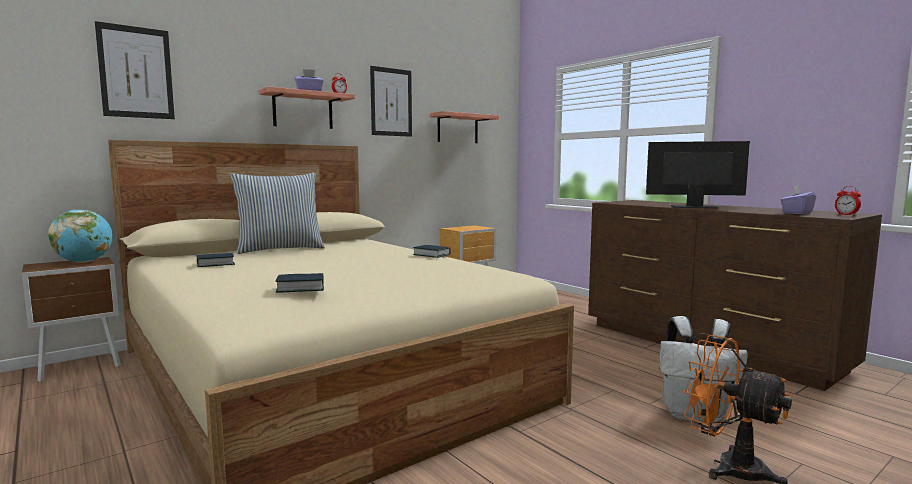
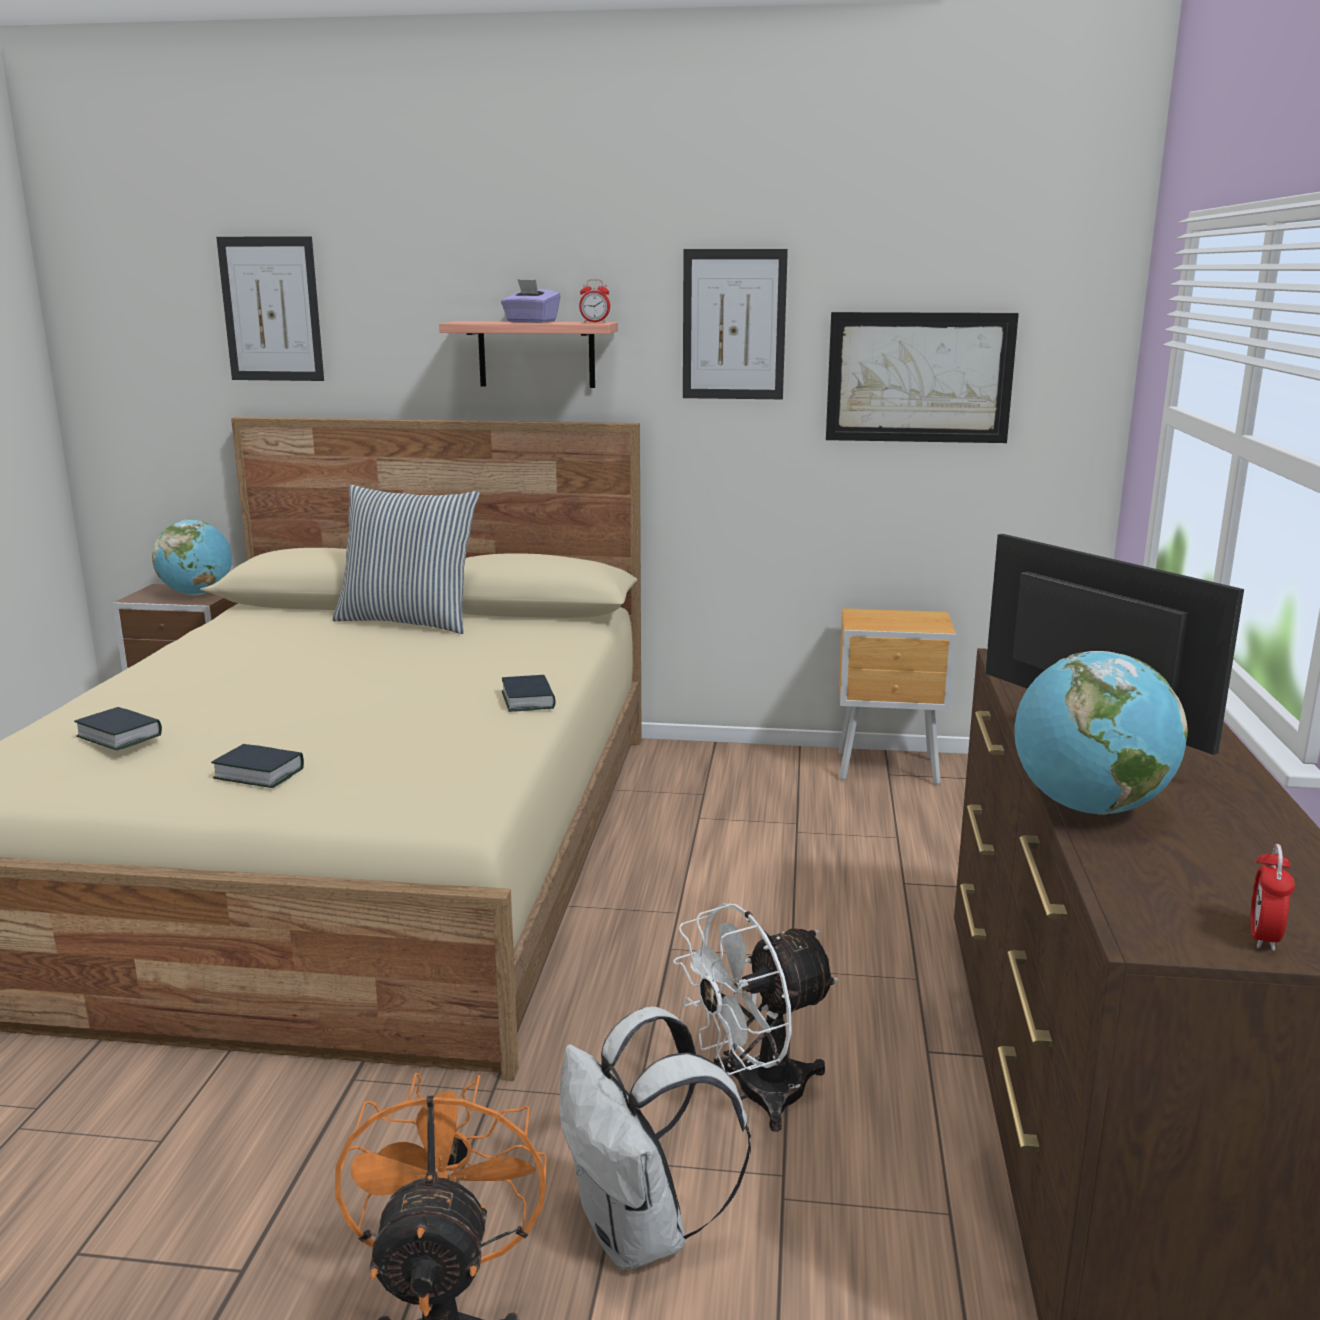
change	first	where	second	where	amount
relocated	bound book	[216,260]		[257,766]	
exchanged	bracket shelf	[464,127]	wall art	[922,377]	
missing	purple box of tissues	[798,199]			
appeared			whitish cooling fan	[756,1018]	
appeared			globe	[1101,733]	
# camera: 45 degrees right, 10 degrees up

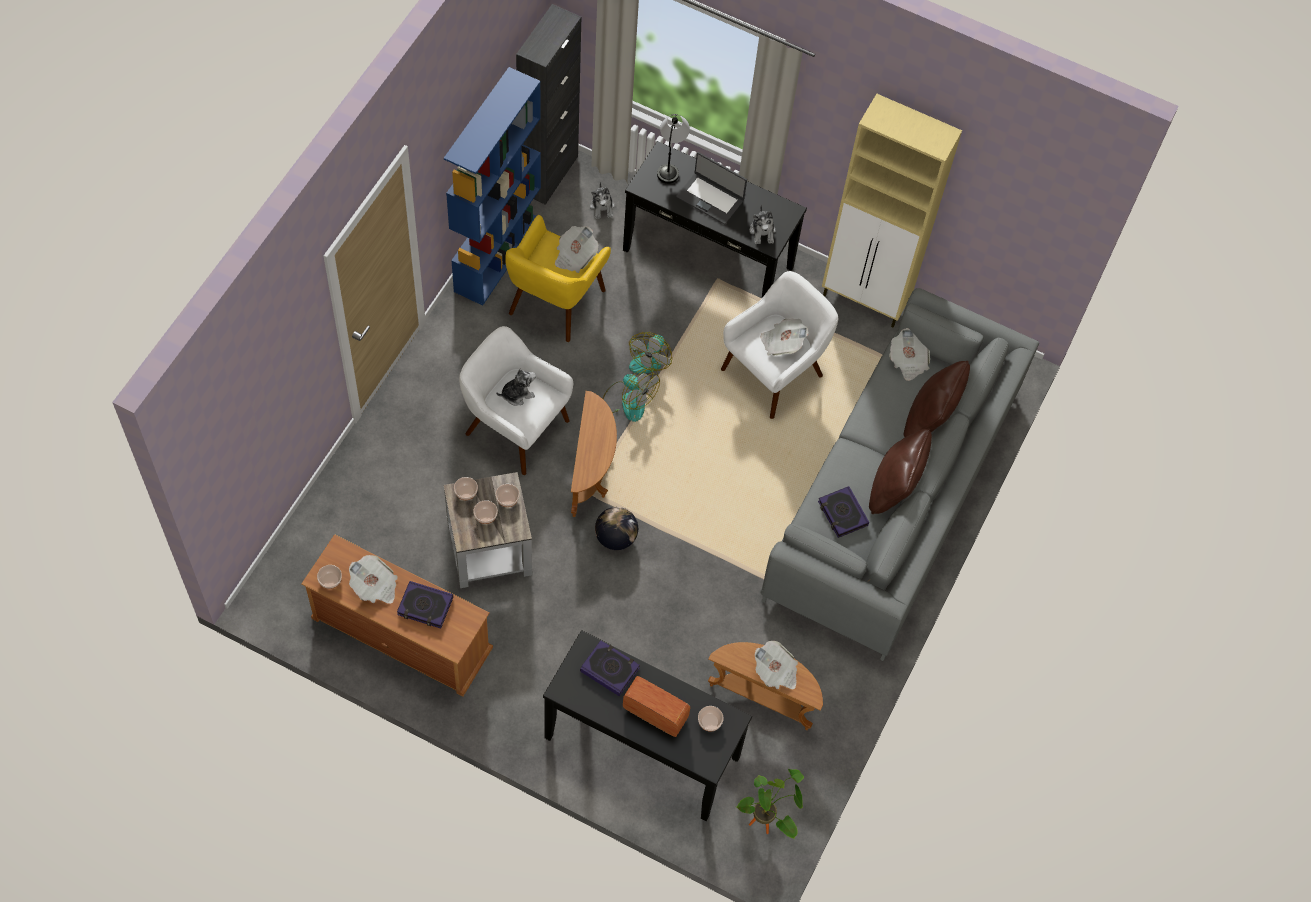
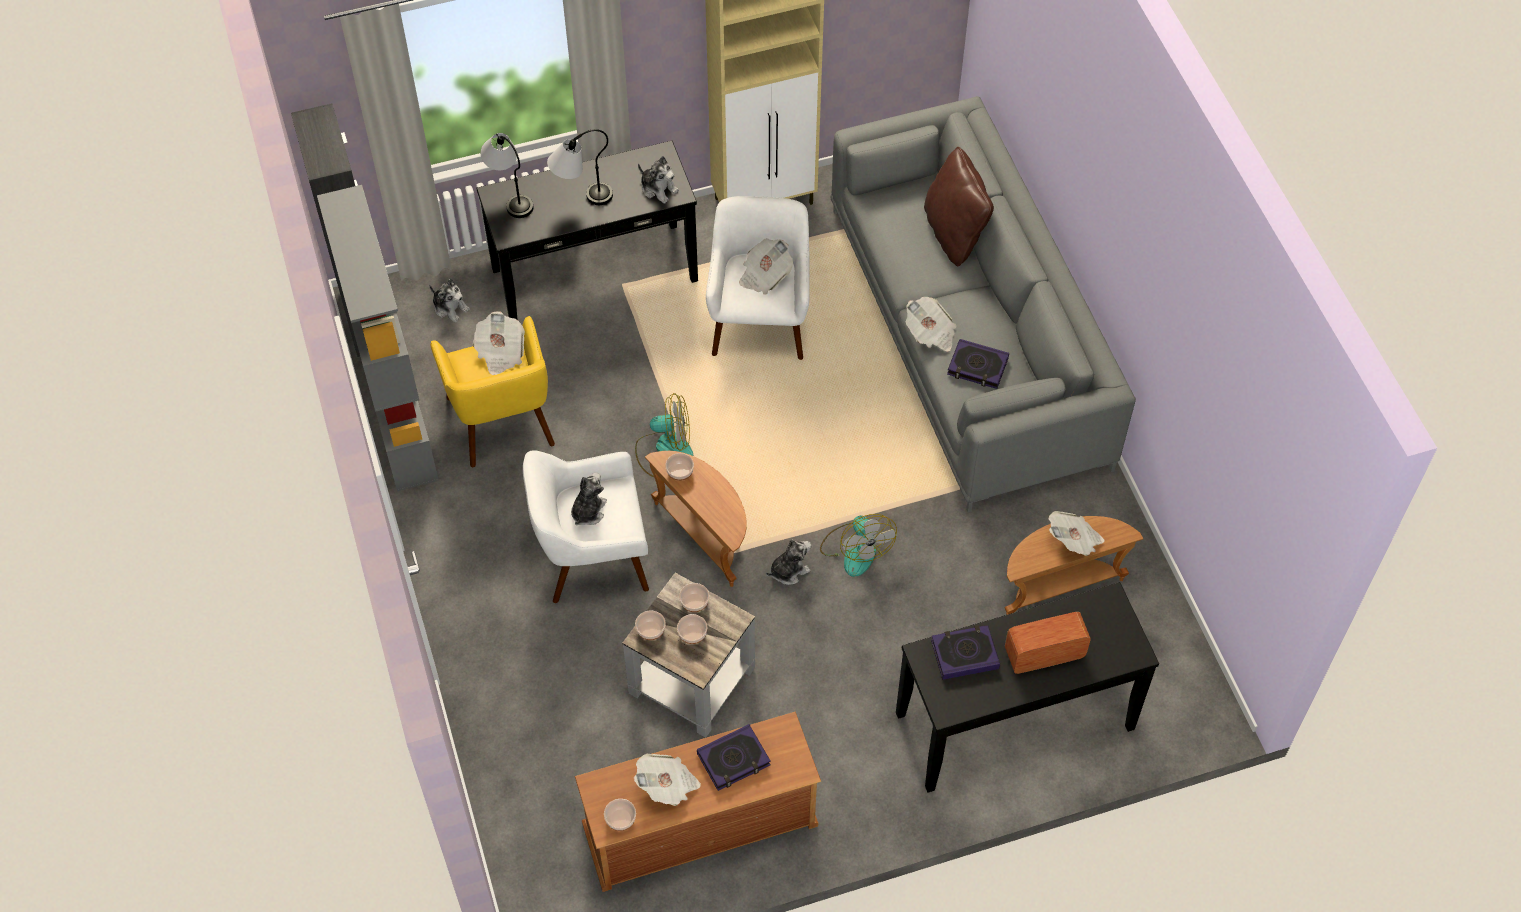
change	first	where	second	where	amount
colour	blue bookcase	[492,186]	grey bookcase	[378,338]	
exchanged	globe	[616,528]	soft toy	[788,562]	
relocated	cooling fan	[650,353]		[858,545]	
exchanged	notebook computer	[711,188]	table lamp	[580,167]	
relocated	serving bowl	[711,719]		[679,467]	
missing	plant in a pot	[770,804]			
missing	brown throw pillow	[900,471]			
relocated	daily paper	[909,354]		[931,324]	
# camera: 40 degrees left, 5 degrees down

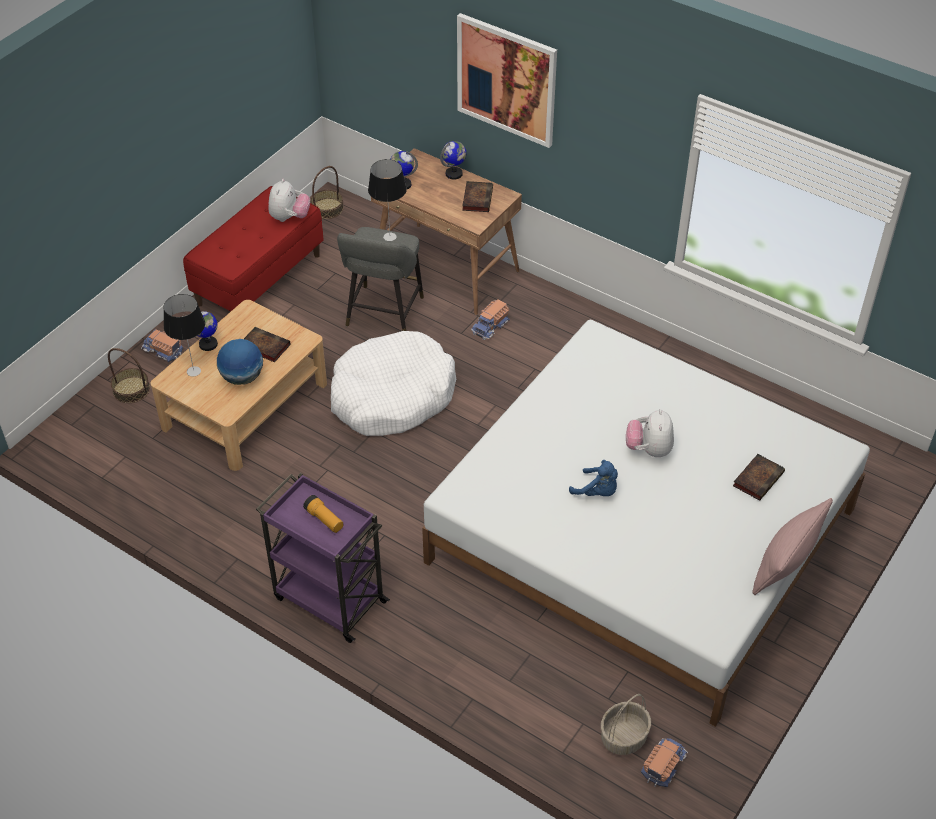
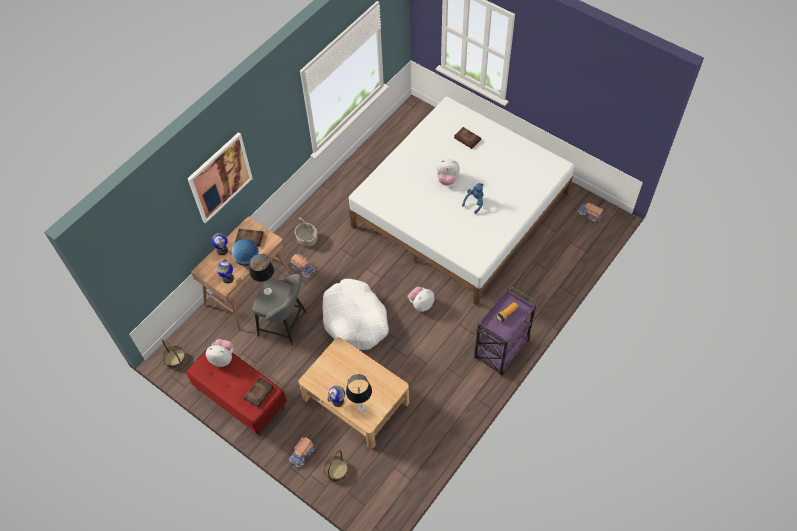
change	first	where	second	where	amount
relocated	globe	[240,362]		[245,252]	
relocated	bound book	[267,344]		[259,392]	
relocated	storage basket	[626,724]		[306,232]	
missing	pinkish throw pillow	[792,546]			
appeared			soft toy	[421,299]	
# camera: 85 degrees left, 10 degrees up

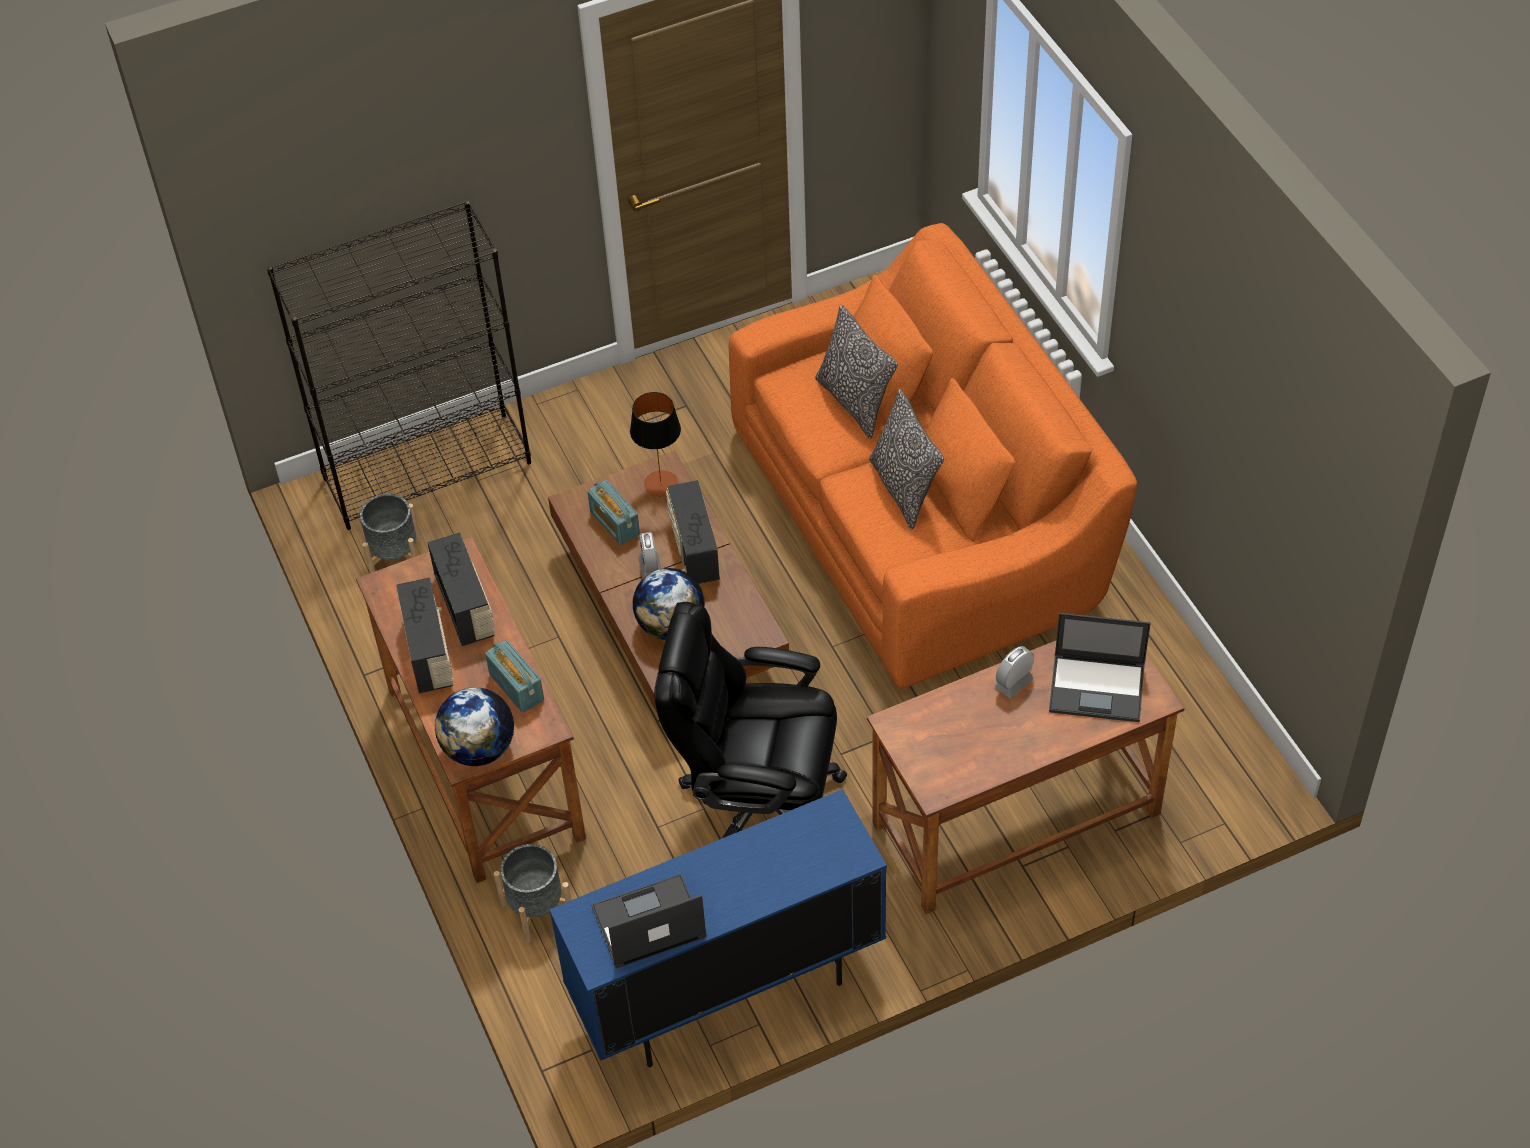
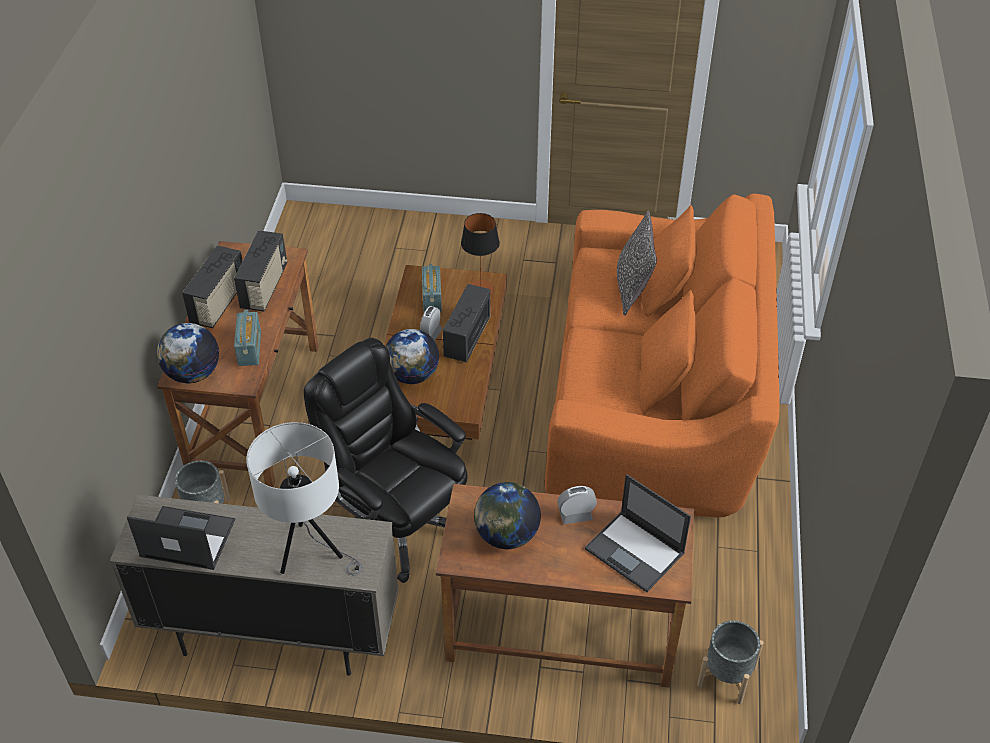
change	first	where	second	where	amount
missing	blackish bookcase	[399,365]			
relocated	grey plant pot	[390,533]		[730,662]	
colour	blue cabinet	[718,928]	sand-coloured cabinet	[254,585]	
missing	throw pillow	[906,459]			
appeared			whitish table lamp	[304,498]	
appeared			globe	[507,515]	
# camera: 30 degrees right, 5 degrees down

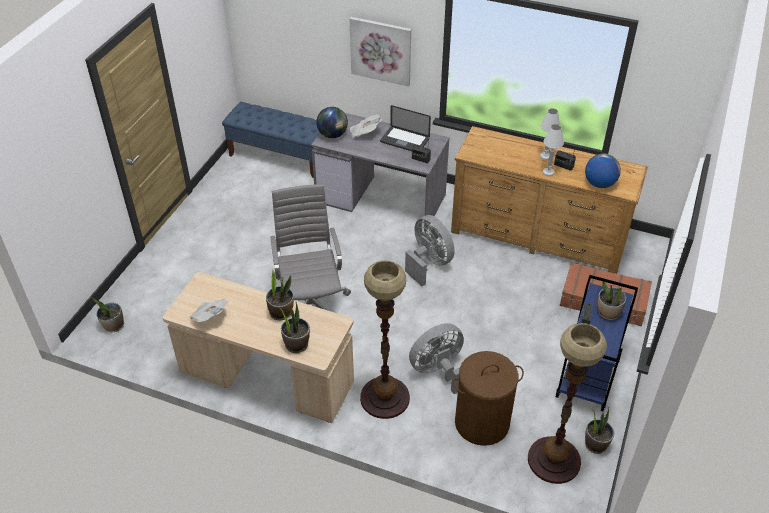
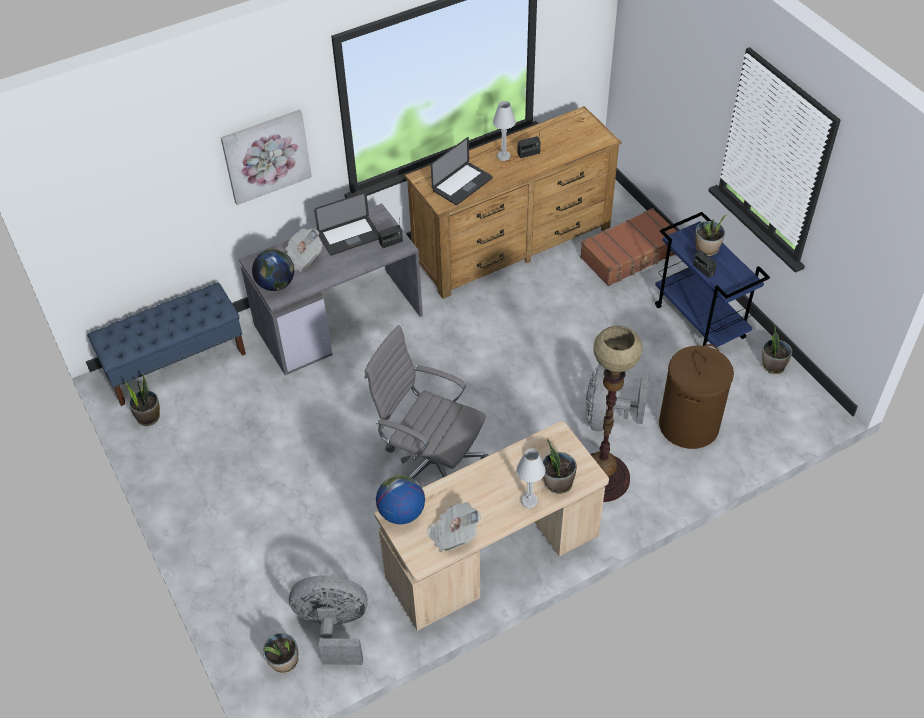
change	first	where	second	where	amount
relocated	plant in a pot	[280,294]		[142,400]	
relocated	grey cooling fan	[430,250]		[328,620]	
missing	standing lamp	[567,403]			
relocated	whitish table lamp	[553,150]		[530,478]	
relocated	globe	[603,170]		[400,499]	
appeared			notebook computer	[462,171]	
# camera: 50 degrees left, 5 degrees up

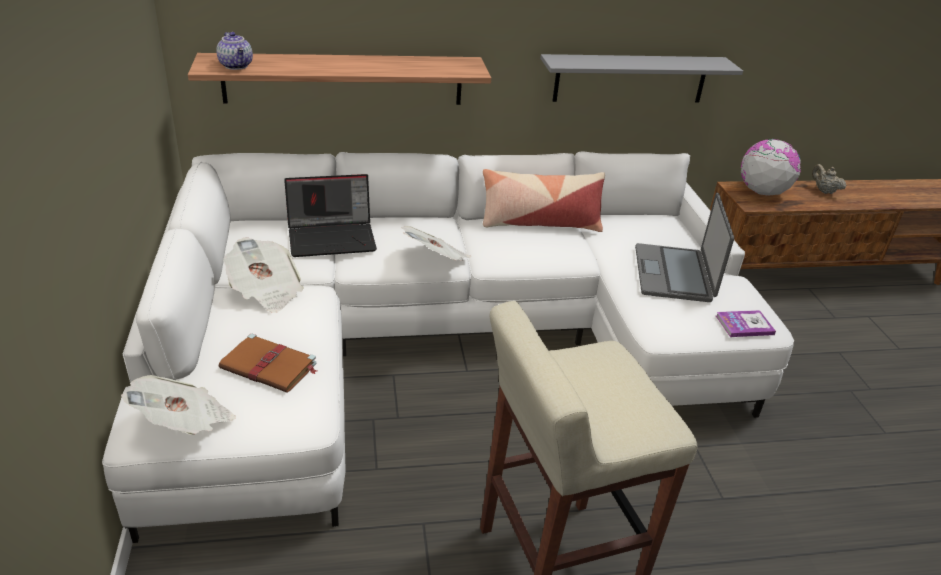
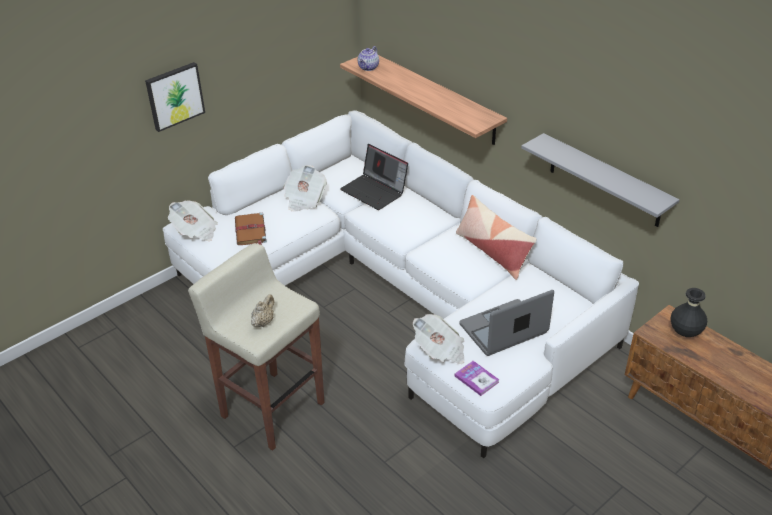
change	first	where	second	where	amount
relocated	daily paper	[436,243]		[439,339]	
exchanged	globe	[771,167]	blackish decorative vase	[688,312]	
relocated	sand-coloured pot for tea	[829,179]		[262,310]	
appeared			wall art	[175,97]	
# camera: 60 degrees right, 5 degrees up

